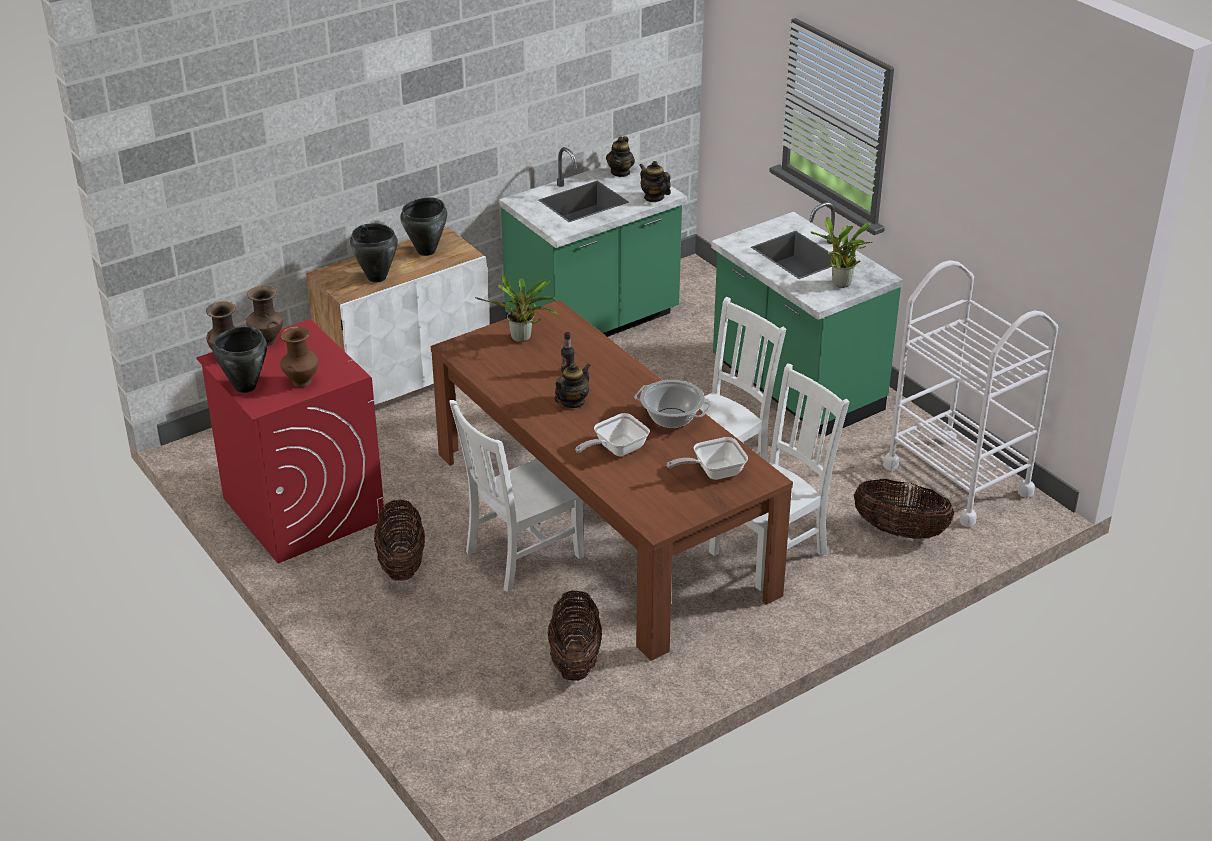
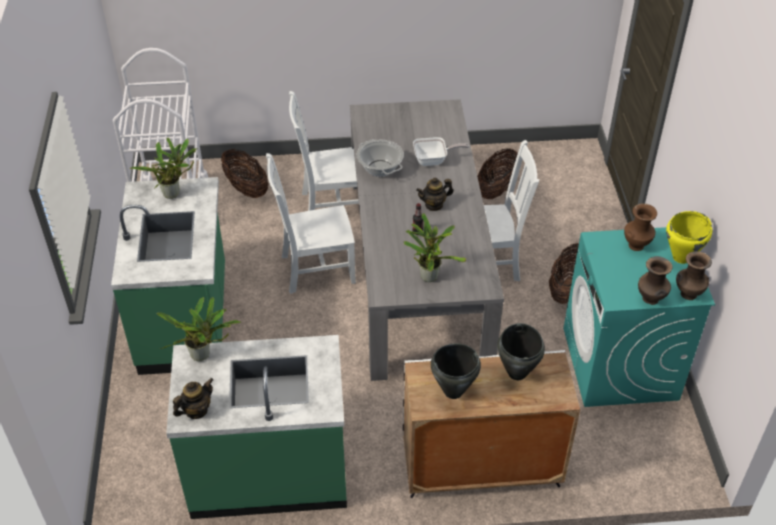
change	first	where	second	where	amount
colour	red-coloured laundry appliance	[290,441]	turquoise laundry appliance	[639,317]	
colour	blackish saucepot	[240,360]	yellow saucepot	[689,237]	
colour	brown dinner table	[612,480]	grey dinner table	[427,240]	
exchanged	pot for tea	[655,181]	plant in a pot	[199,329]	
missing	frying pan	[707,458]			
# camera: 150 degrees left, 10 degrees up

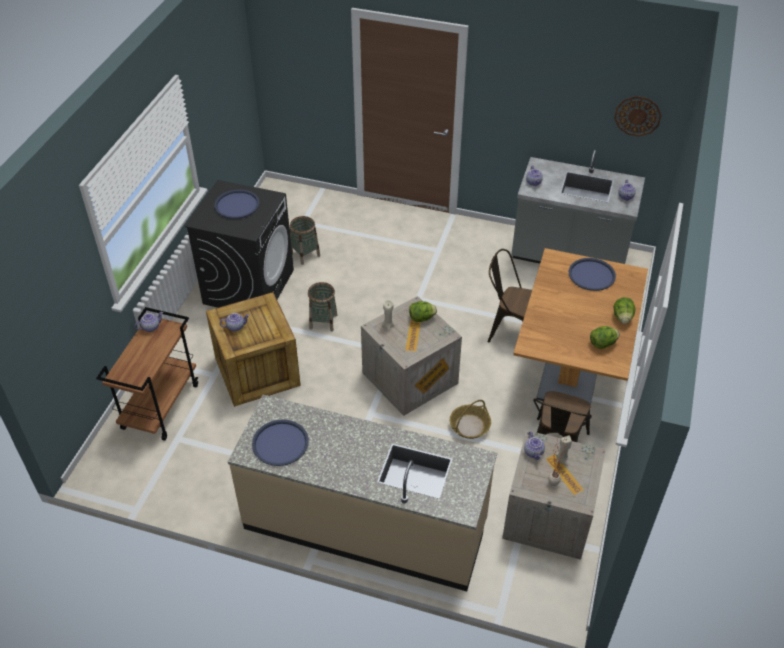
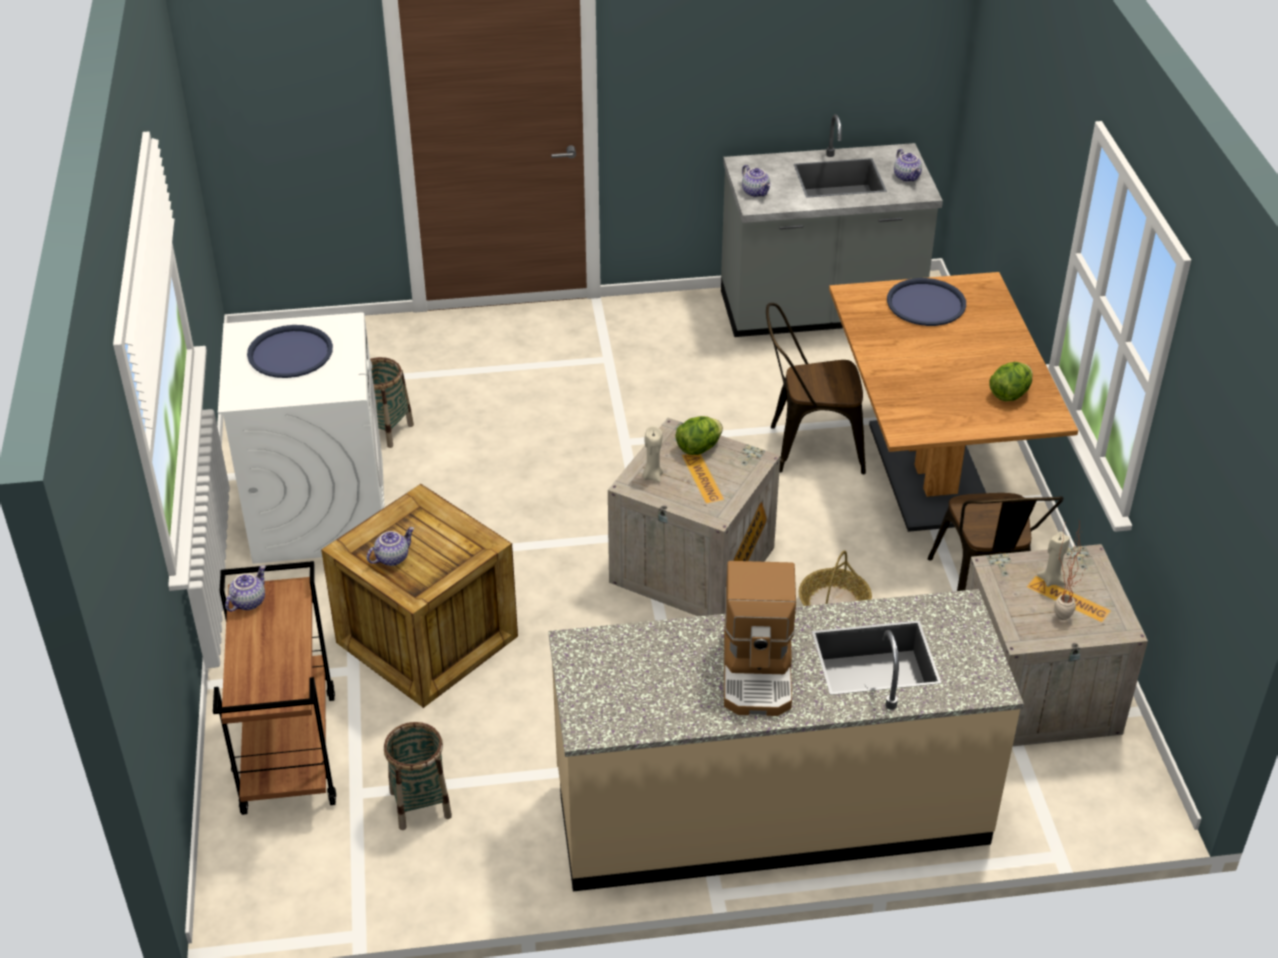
change	first	where	second	where	amount
colour	blackish laundry appliance	[239,244]	whitish laundry appliance	[301,438]	
missing	blue carrying tray	[280,442]			
relocated	storage basket	[322,307]		[418,776]	
missing	pot for tea	[534,445]			
missing	hanging clock	[638,116]			
missing	lettuce head	[624,310]			
appeared			coffee brewer	[760,638]	
# camera: 25 degrees left, 5 degrees down

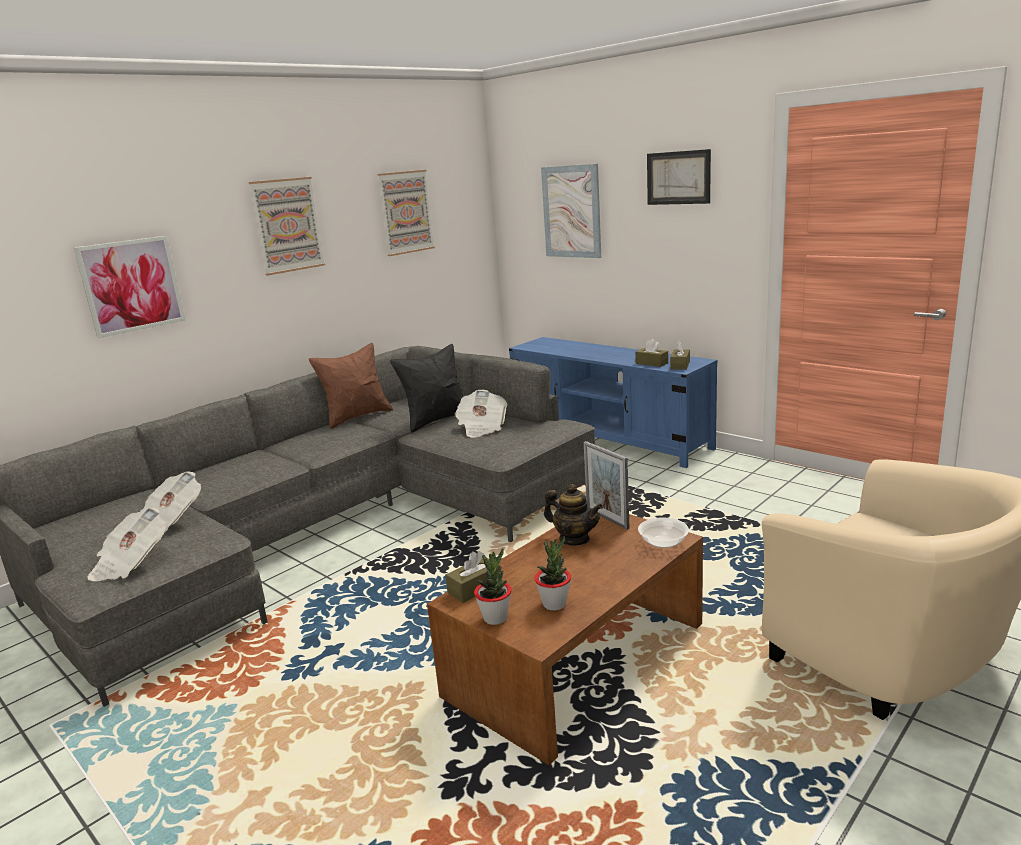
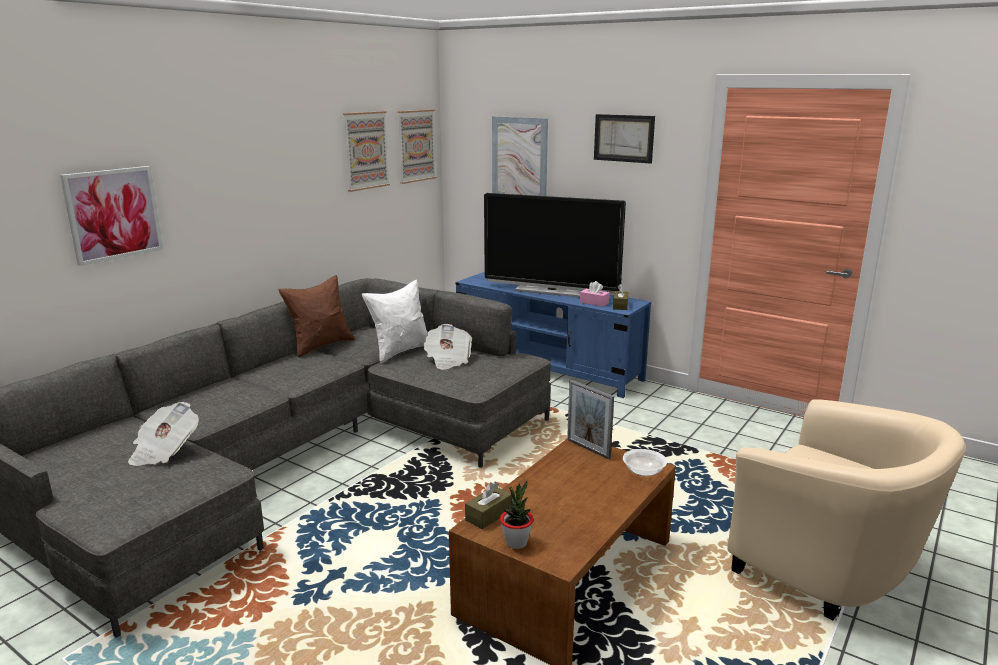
change	first	where	second	where	amount
missing	daily paper	[126,544]			
relocated	wall art	[287,226]		[417,147]	
colour	blackish throw pillow	[426,388]	whitish throw pillow	[395,321]	
missing	plant in a pot	[552,573]			
missing	pot for tea	[573,514]			
colour	brown box of tissues	[651,353]	pinkish box of tissues	[595,294]	
appeared			television	[555,245]	
# camera: 10 degrees left, 0 degrees up

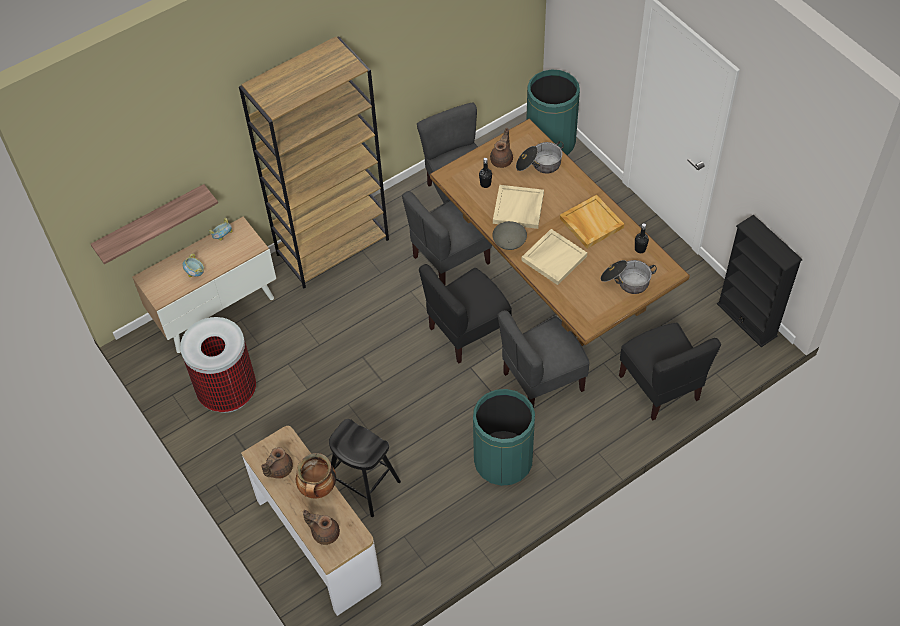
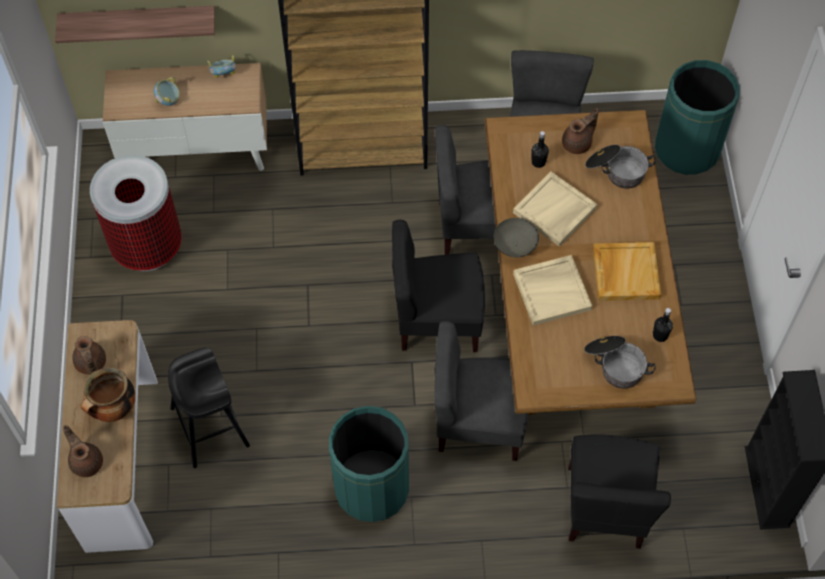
change	first	where	second	where	amount
spun	brown pot for tea	[277,463]		[89,355]	90 degrees counterclockwise
# camera: 30 degrees right, 5 degrees up

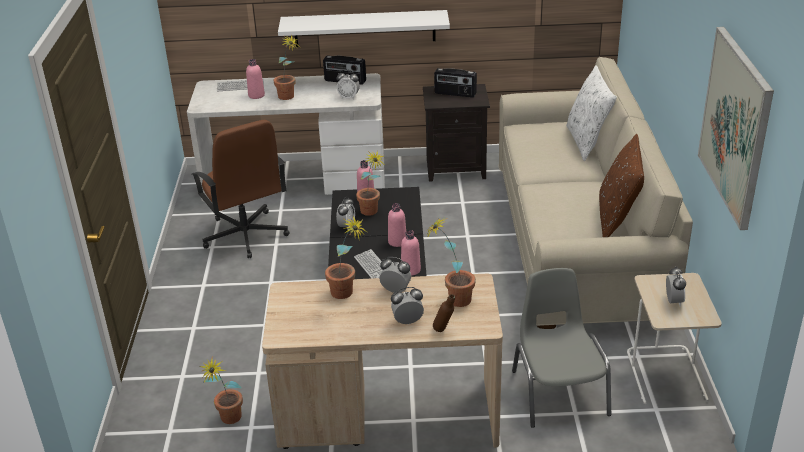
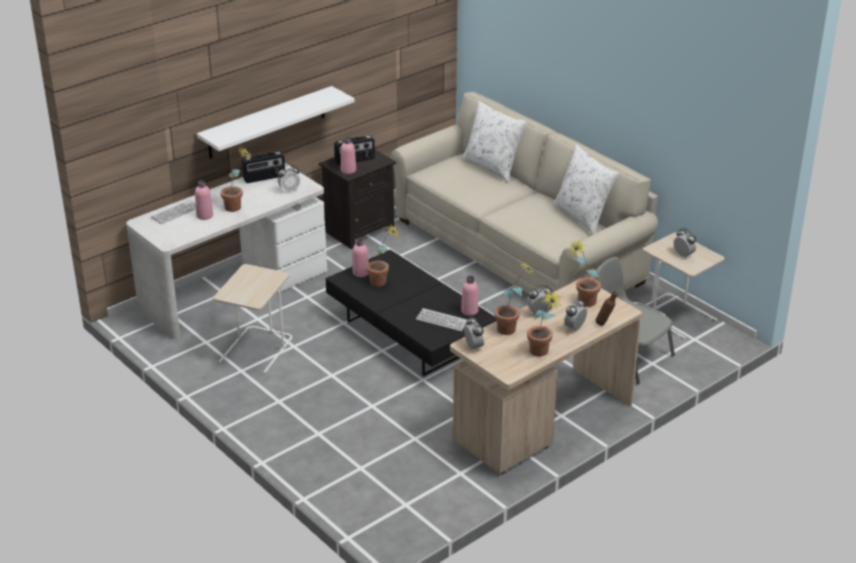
change	first	where	second	where	amount
exchanged	brown desk chair	[241,189]	sand-coloured side table	[252,318]	
relocated	plant in a pot	[221,391]		[544,323]	
relocated	alarm clock	[345,213]		[474,333]	
relocated	pinkish bottle	[397,225]		[348,155]	
colour	brown throw pillow	[621,185]	whitish throw pillow	[586,189]	
missing	wall art	[736,128]			
# camera: 40 degrees left, 0 degrees up

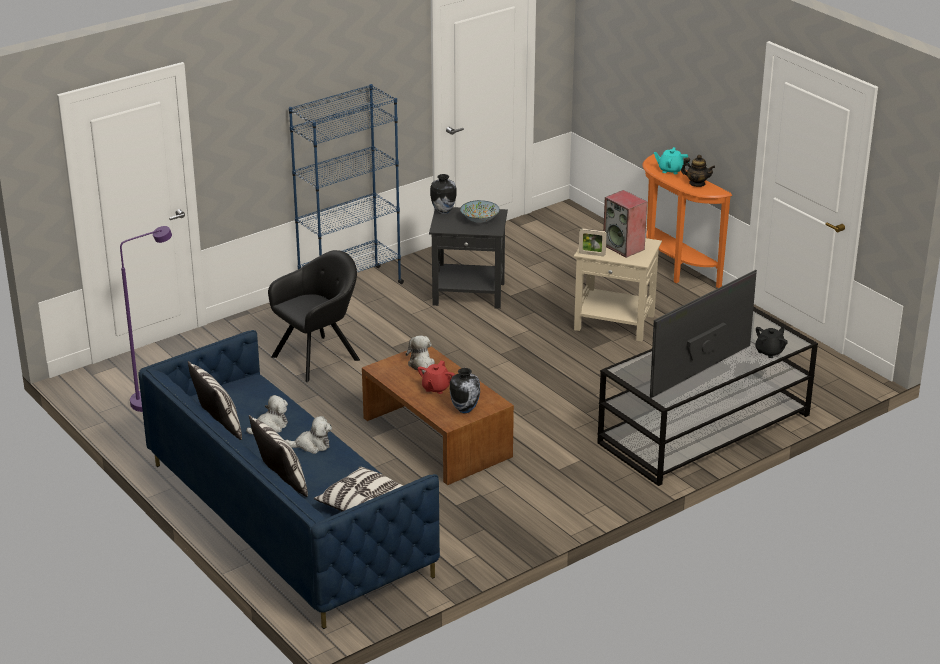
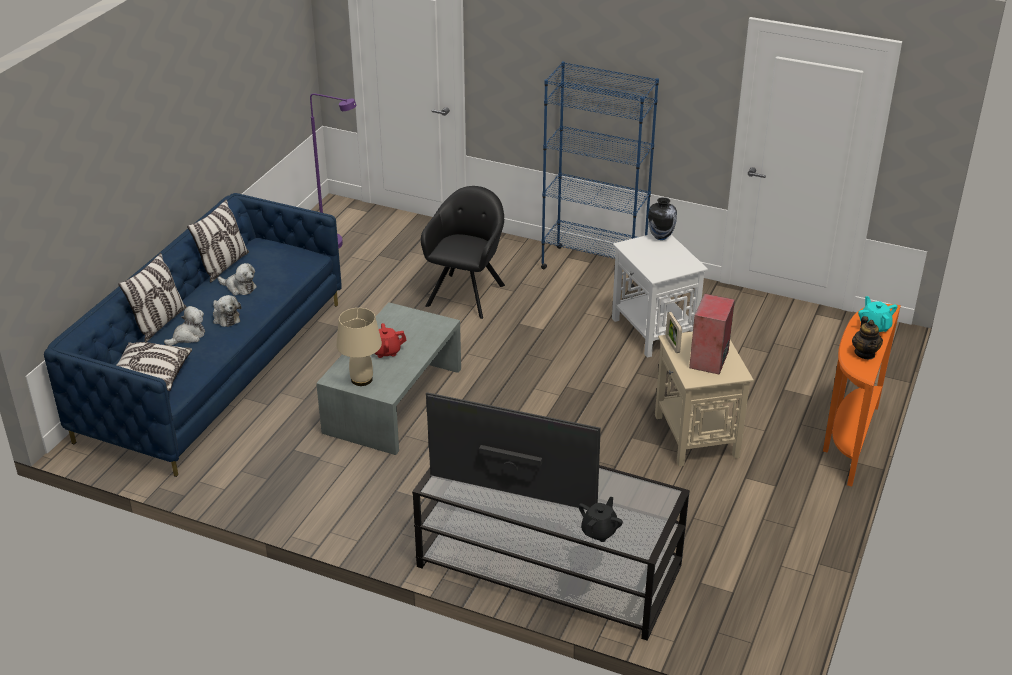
change	first	where	second	where	amount
spun	blackish armchair	[314,316]		[463,252]	90 degrees counterclockwise
colour	brown lounge table	[438,415]	grey lounge table	[388,378]	
relocated	soft toy	[420,355]		[184,326]	
colour	blackish side table	[468,258]	whitish side table	[660,296]	
exchanged	decorative vase	[465,390]	sand-coloured table lamp	[359,347]	
missing	serving bowl	[480,211]			
spun	blackish pot for tea	[771,342]		[600,519]	75 degrees counterclockwise
# camera: 60 degrees right, 5 degrees up

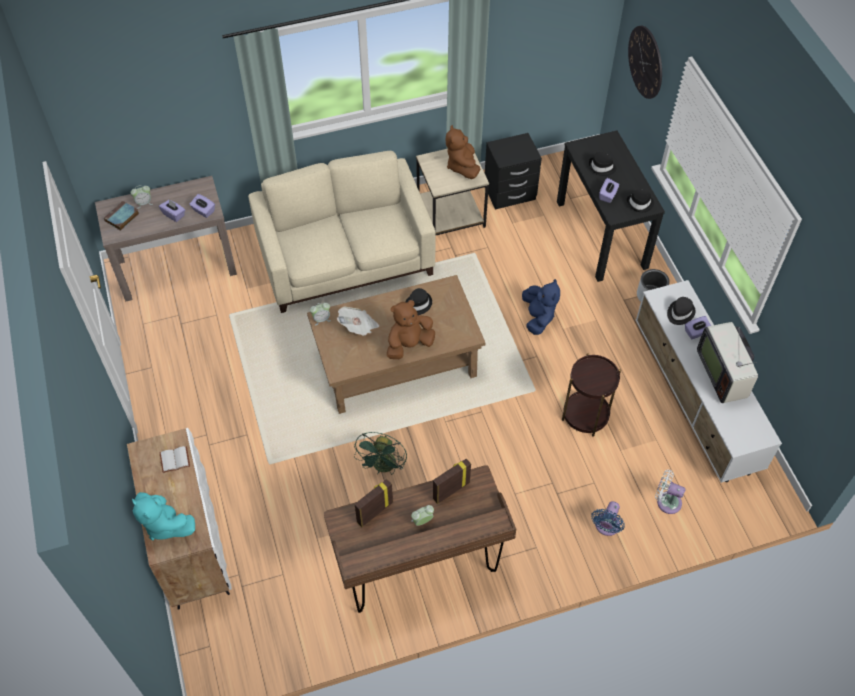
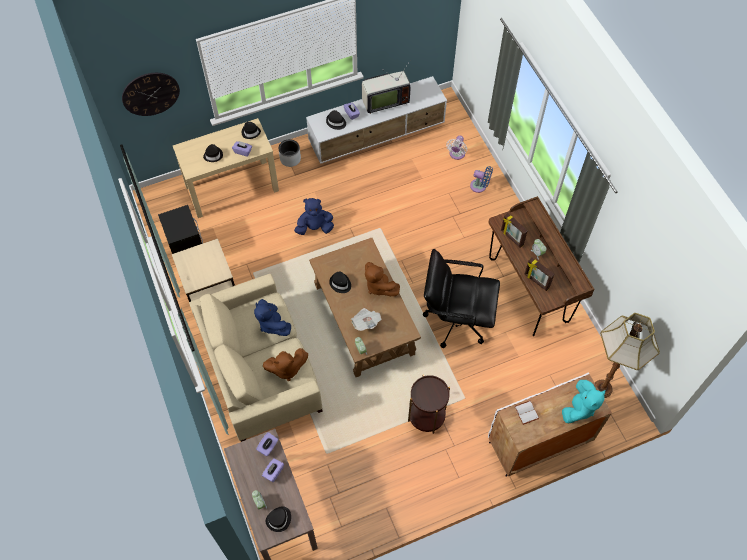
change	first	where	second	where	amount
exchanged	bound book	[121,216]	blackish clothing hat	[278,519]	
exchanged	green-coloured cooling fan	[380,453]	blackish desk chair	[461,298]	
relocated	brown soft toy	[463,152]		[285,364]	
colour	blackish narrow table	[611,206]	sand-coloured narrow table	[226,168]	
relocated	brown side table	[591,395]		[429,404]	
appeared			blue soft toy	[272,317]	
appeared			standing lamp	[627,355]	
# camera: 95 degrees left, 5 degrees up

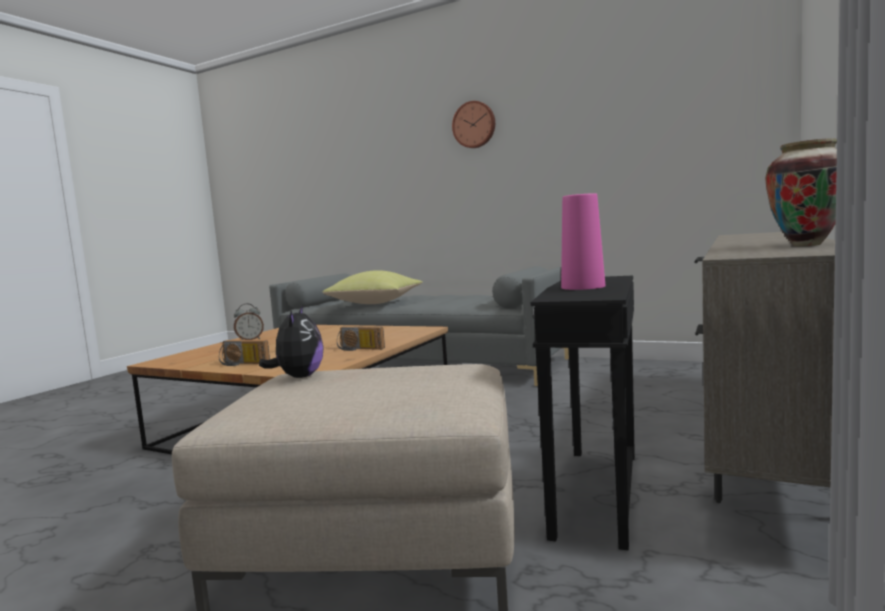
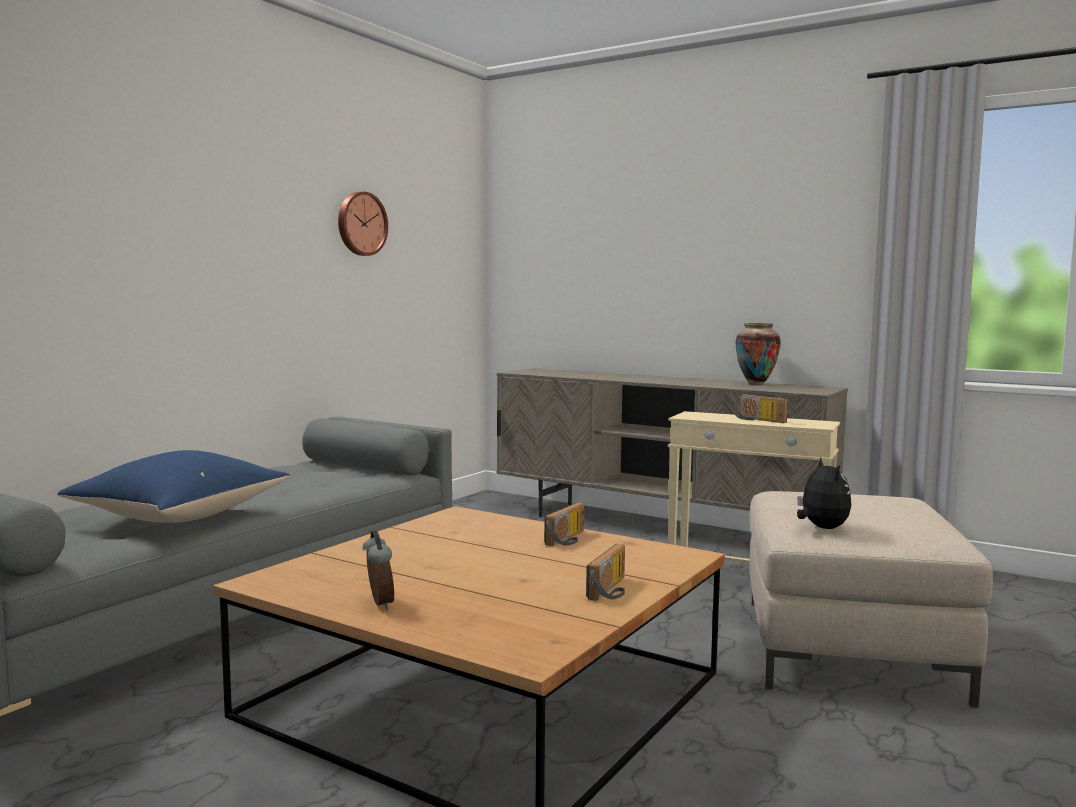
change	first	where	second	where	amount
spun	soft toy	[291,341]		[824,493]	75 degrees clockwise
colour	yellow throw pillow	[373,287]	blue throw pillow	[174,486]	
relocated	hanging clock	[473,124]		[363,224]	
colour	blackish side table	[583,413]	sand-coloured side table	[754,487]	
exchanged	pinkish decorative vase	[583,241]	radio receiver	[761,408]	
# camera: 85 degrees left, 0 degrees up

